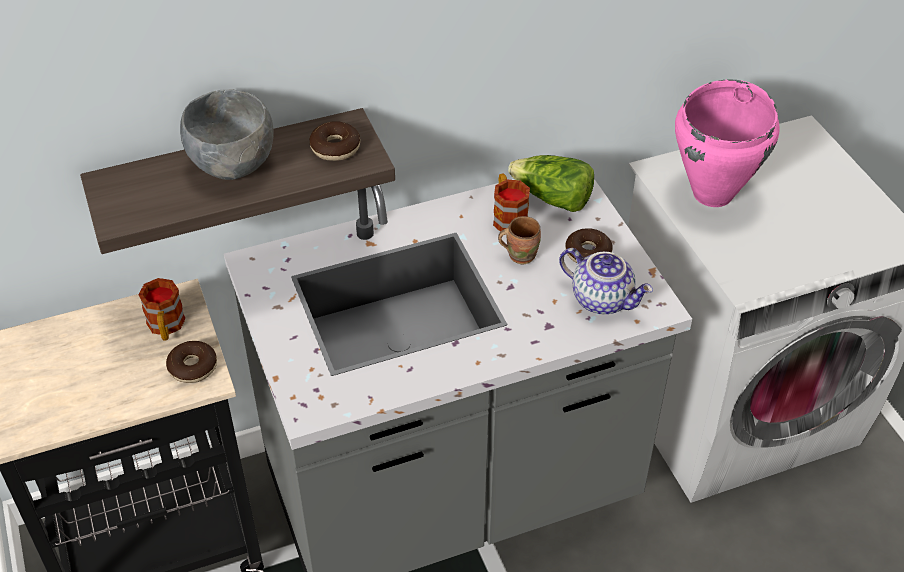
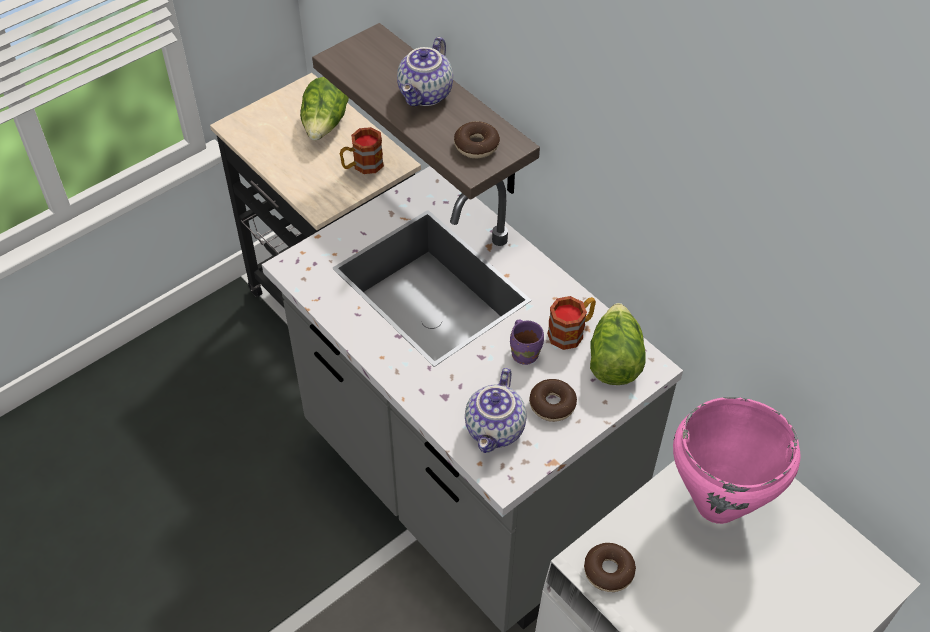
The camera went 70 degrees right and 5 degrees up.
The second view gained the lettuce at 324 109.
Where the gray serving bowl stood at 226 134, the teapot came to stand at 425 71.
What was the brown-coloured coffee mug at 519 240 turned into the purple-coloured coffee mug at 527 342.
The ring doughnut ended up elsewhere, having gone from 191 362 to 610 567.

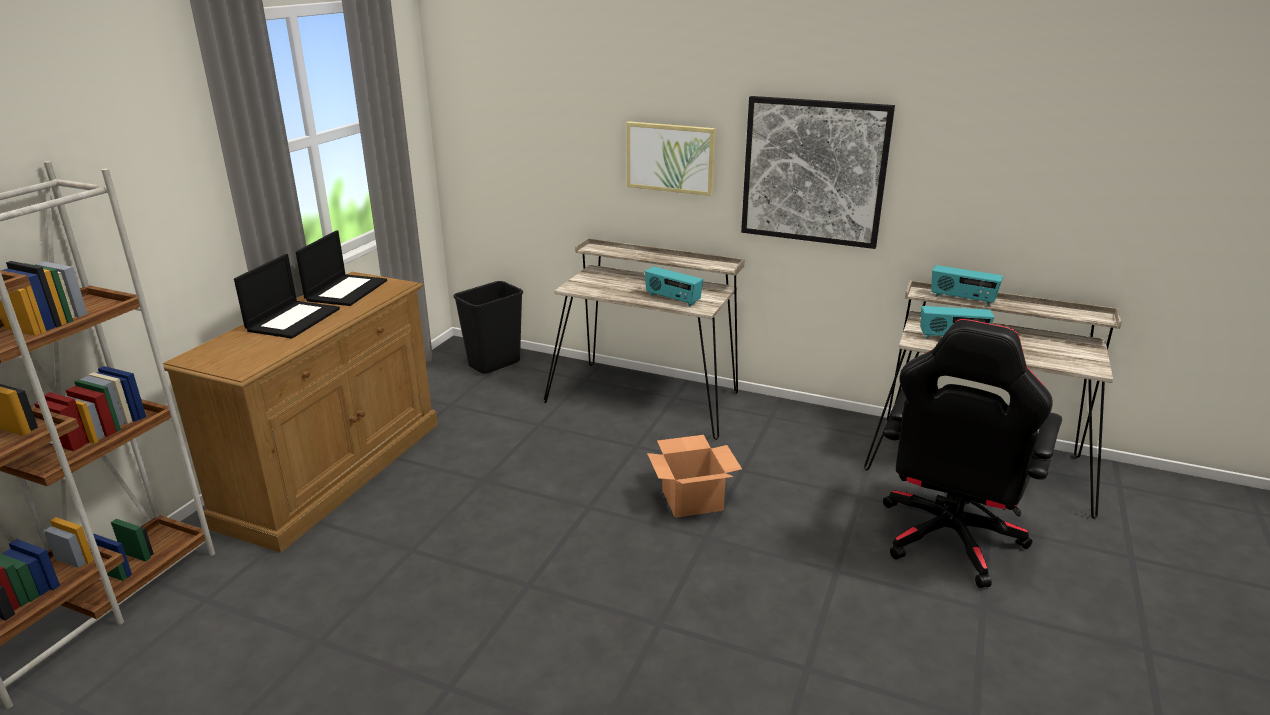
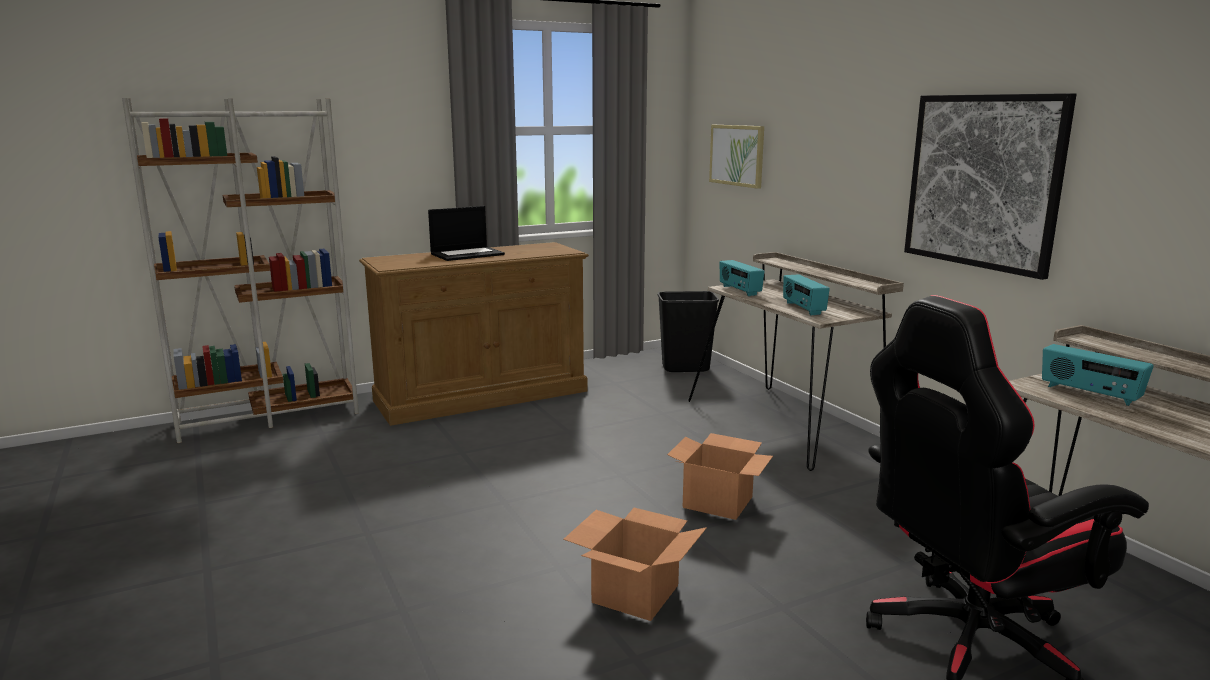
The camera went 40 degrees right and 10 degrees down.
The second view gained the cardboard box at 635 564.
The wall art ended up elsewhere, having gone from 671 158 to 736 157.
The radio set ended up elsewhere, having gone from 967 285 to 742 278.
The second view lost the notebook computer at 341 268.

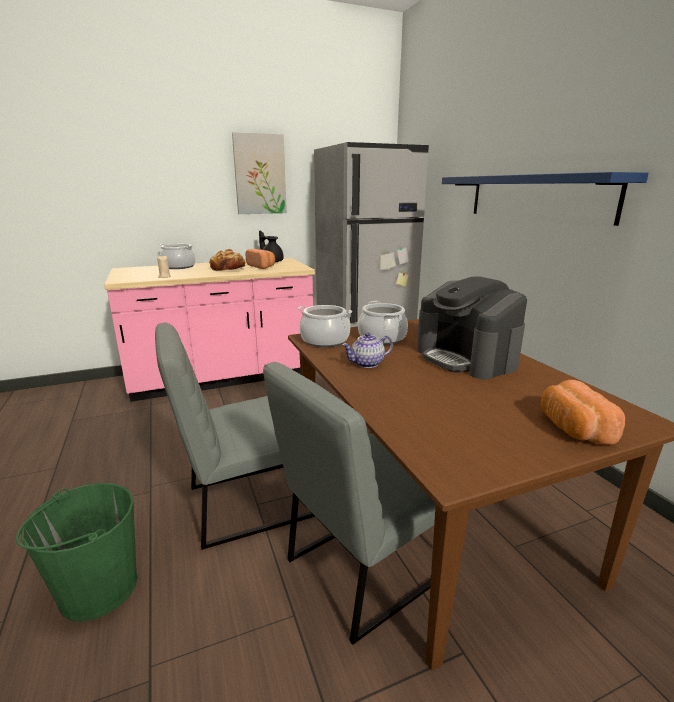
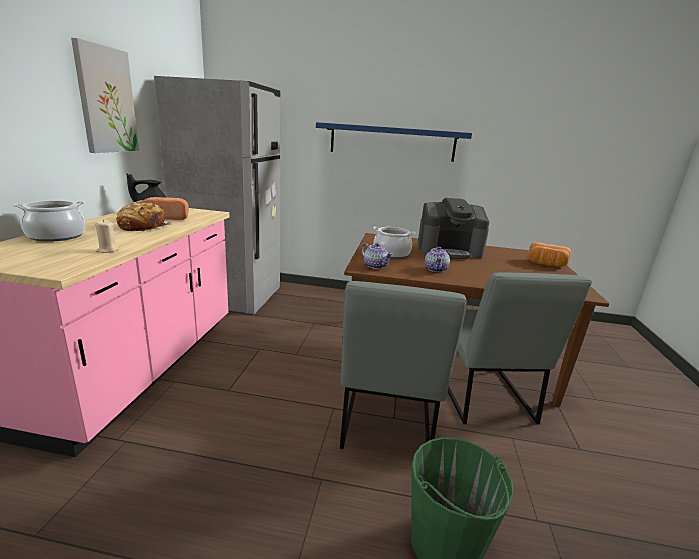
The camera went 60 degrees left and 0 degrees up.
Where the saucepot stood at 325 326, the teapot came to stand at 377 256.

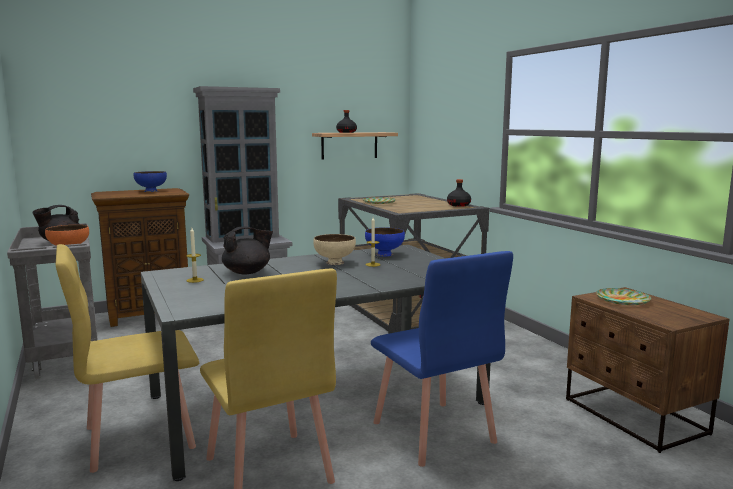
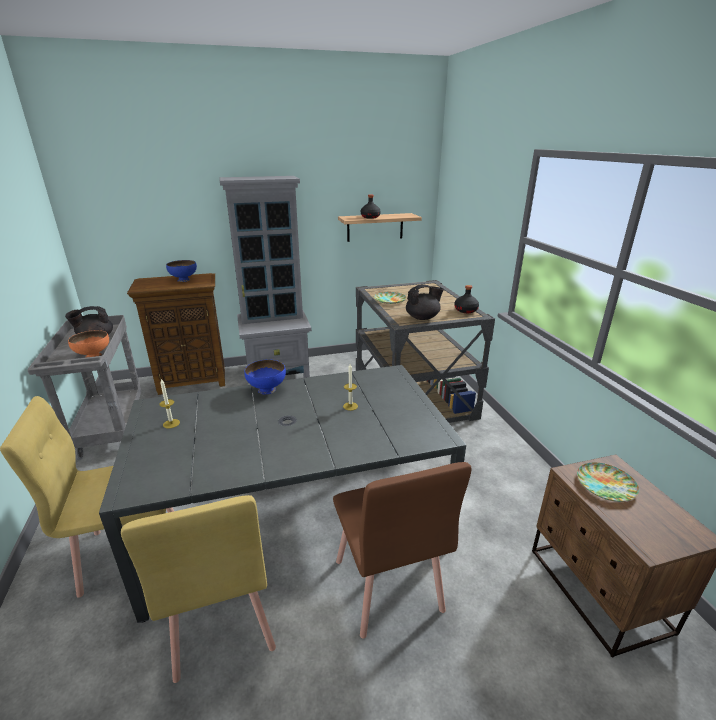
The camera went 10 degrees right and 15 degrees up.
The blue serving bowl ended up elsewhere, having gone from 385 242 to 265 377.
What was the blue chair at 442 359 turned into the brown-coloured chair at 402 550.
The black-coloured teapot ended up elsewhere, having gone from 247 250 to 425 302.
The second view lost the beige-coloured serving bowl at 334 249.

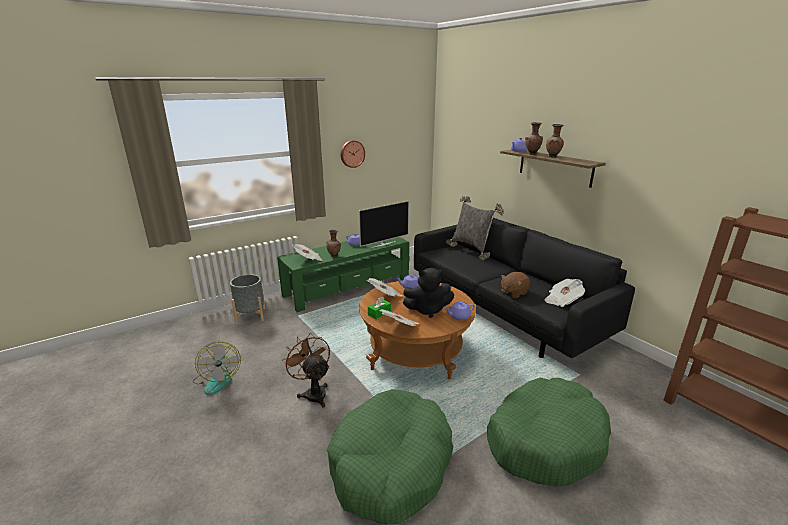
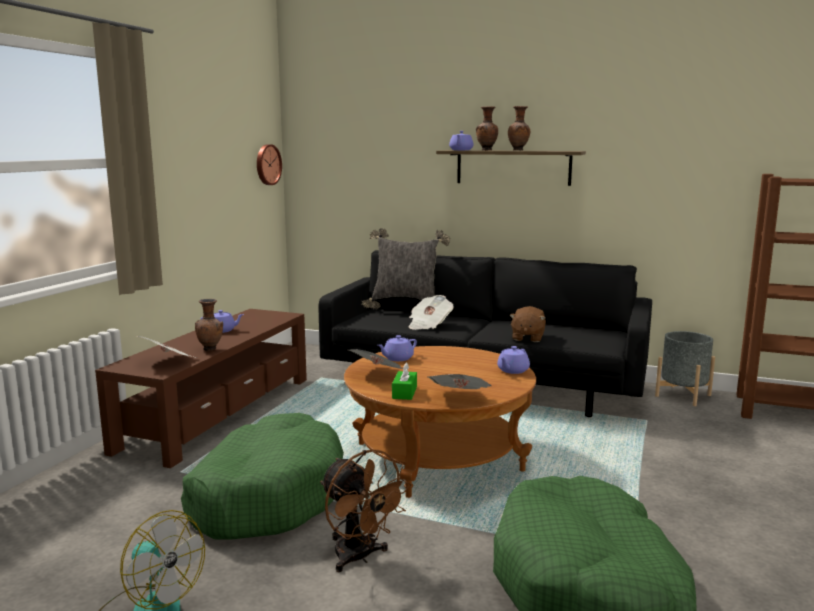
The camera went 35 degrees left and 10 degrees down.
What was the greenish tv stand at 343 274 turned into the brown-coloured tv stand at 201 388.
The greenish dog cushion ended up elsewhere, having gone from 549 432 to 262 476.
The wall clock ended up elsewhere, having gone from 353 154 to 269 164.
The brown-coloured cooling fan at 306 370 ended up facing another way, 150 degrees counterclockwise from before.
The printed paper ended up elsewhere, having gone from 564 293 to 431 312.
The gray flower pot ended up elsewhere, having gone from 247 299 to 685 368.
The second view lost the TV set at 384 224.
The second view lost the black-coloured plush toy at 428 293.

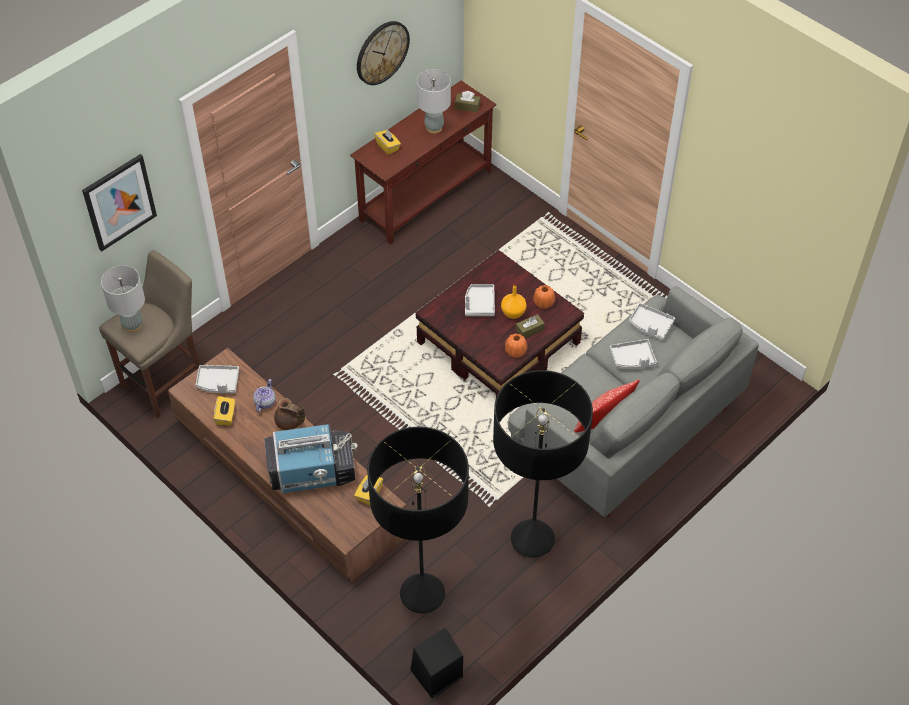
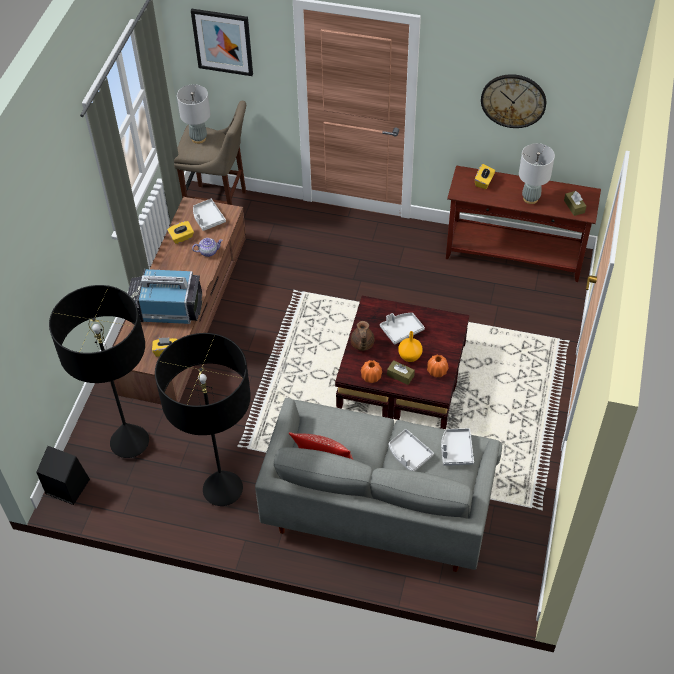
The camera went 60 degrees right and 0 degrees up.
The TV set at 311 458 ended up facing another way, 135 degrees clockwise from before.
The brown-coloured teapot ended up elsewhere, having gone from 289 414 to 362 336.

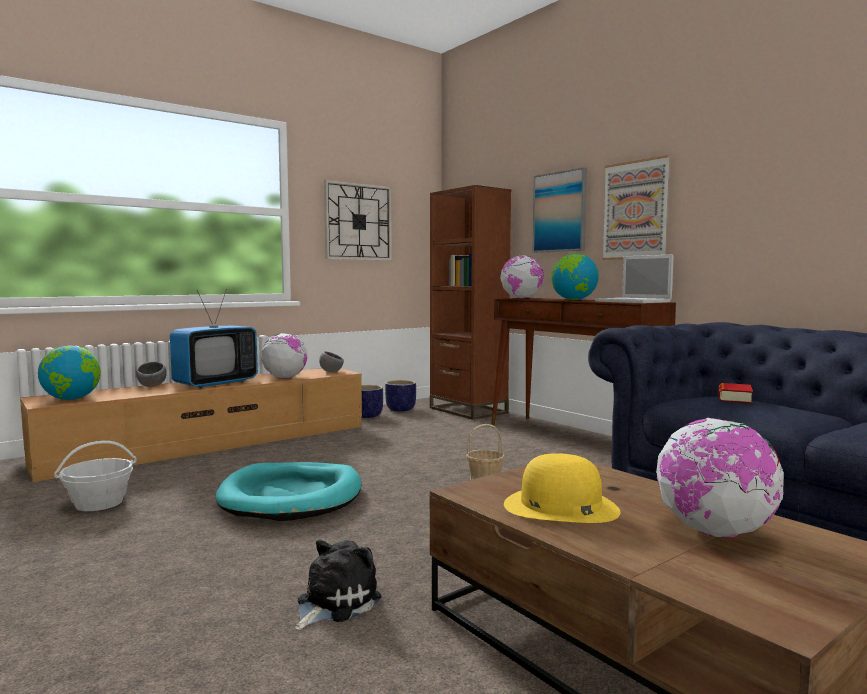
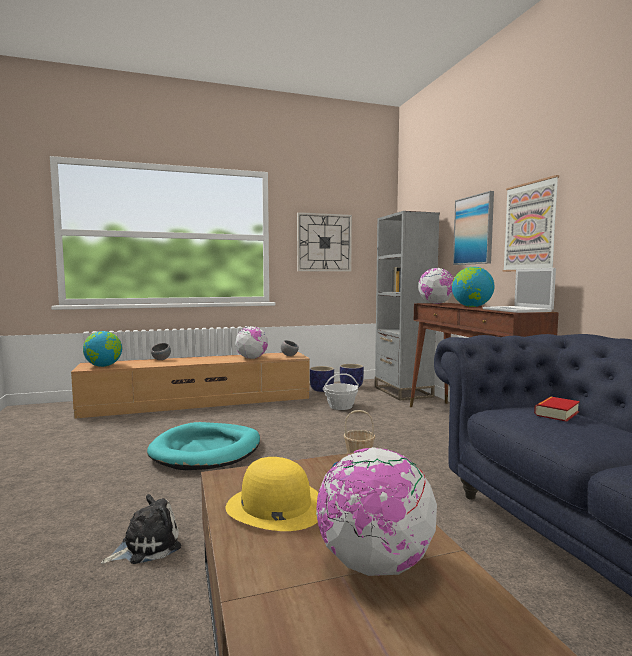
The camera went 20 degrees right and 0 degrees up.
The basket ended up elsewhere, having gone from 95 476 to 341 391.
What was the brown-coloured shelving unit at 470 302 turned into the gray shelving unit at 407 306.
The second view lost the TV set at 214 338.

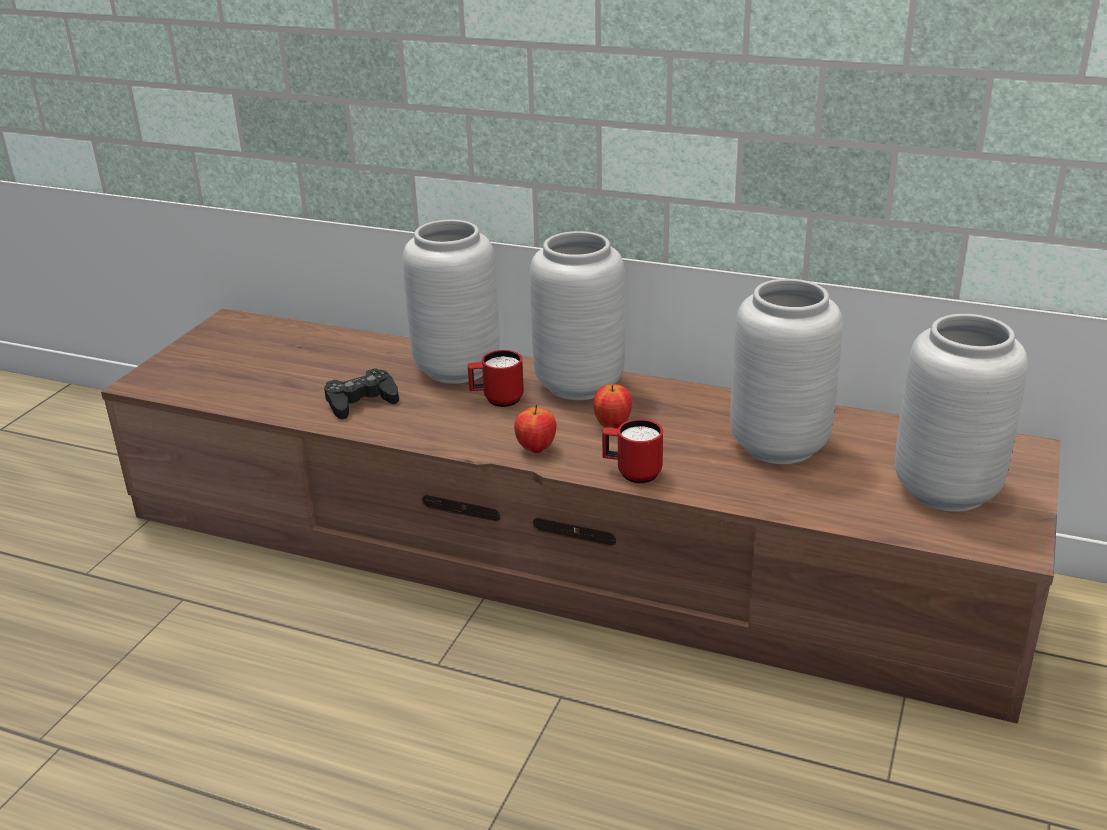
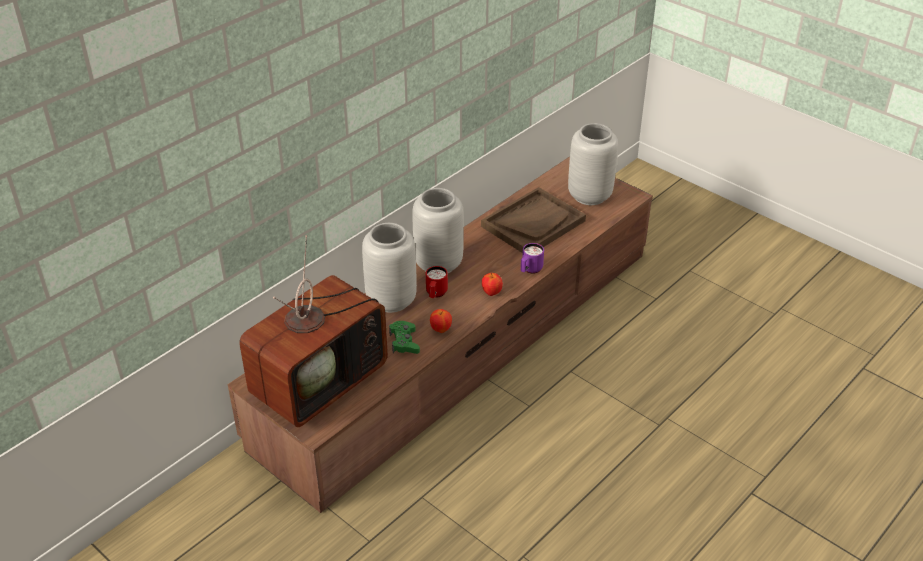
The camera went 70 degrees left and 10 degrees up.
The second view gained the TV set at 313 331.
What was the black-coloured gamepad at 361 393 turned into the greenish gamepad at 404 337.
The apple ended up elsewhere, having gone from 612 406 to 441 321.
Where the gray flower vase stood at 786 371, the brown-coloured carrying tray came to stand at 533 220.
What was the red coffee mug at 632 451 turned into the purple-coloured coffee mug at 532 258.

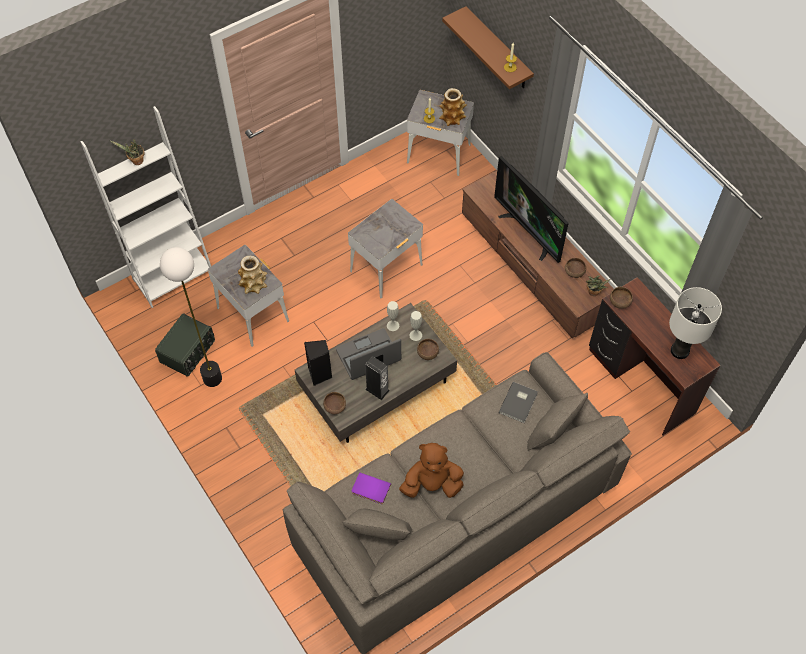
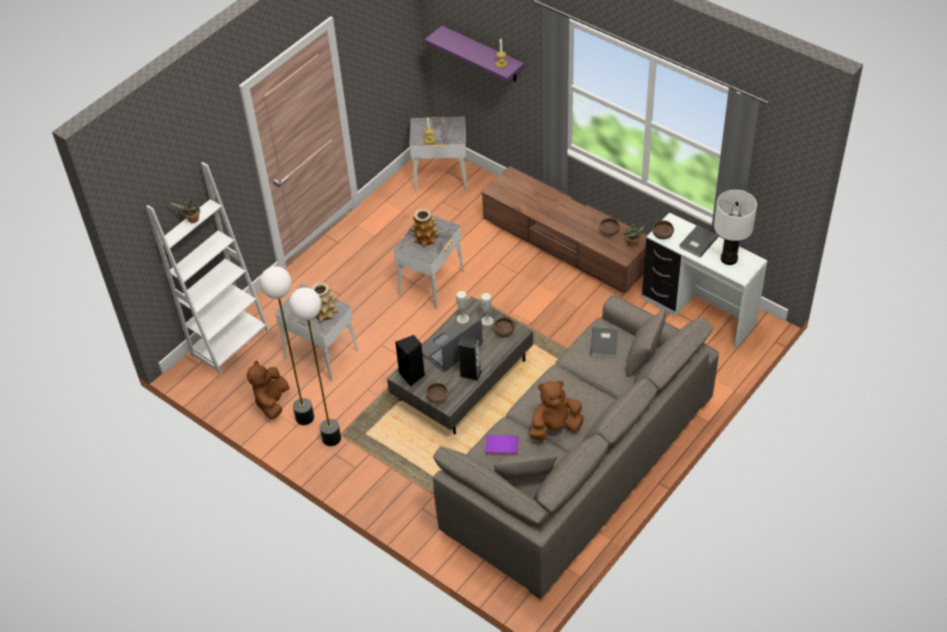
The camera went 15 degrees left and 10 degrees down.
Where the radio set stood at 185 345, the brown-coloured plush toy came to stand at 268 389.
The second view gained the standing lamp at 315 366.
The flower vase ended up elsewhere, having gone from 453 107 to 425 228.
What was the brown-coloured shelf at 488 47 turned into the purple-coloured shelf at 474 54.
What was the brown-coloured desk table at 654 356 turned into the white-coloured desk table at 705 281.
The second view gained the gray book at 698 242.
The second view lost the TV set at 531 209.

